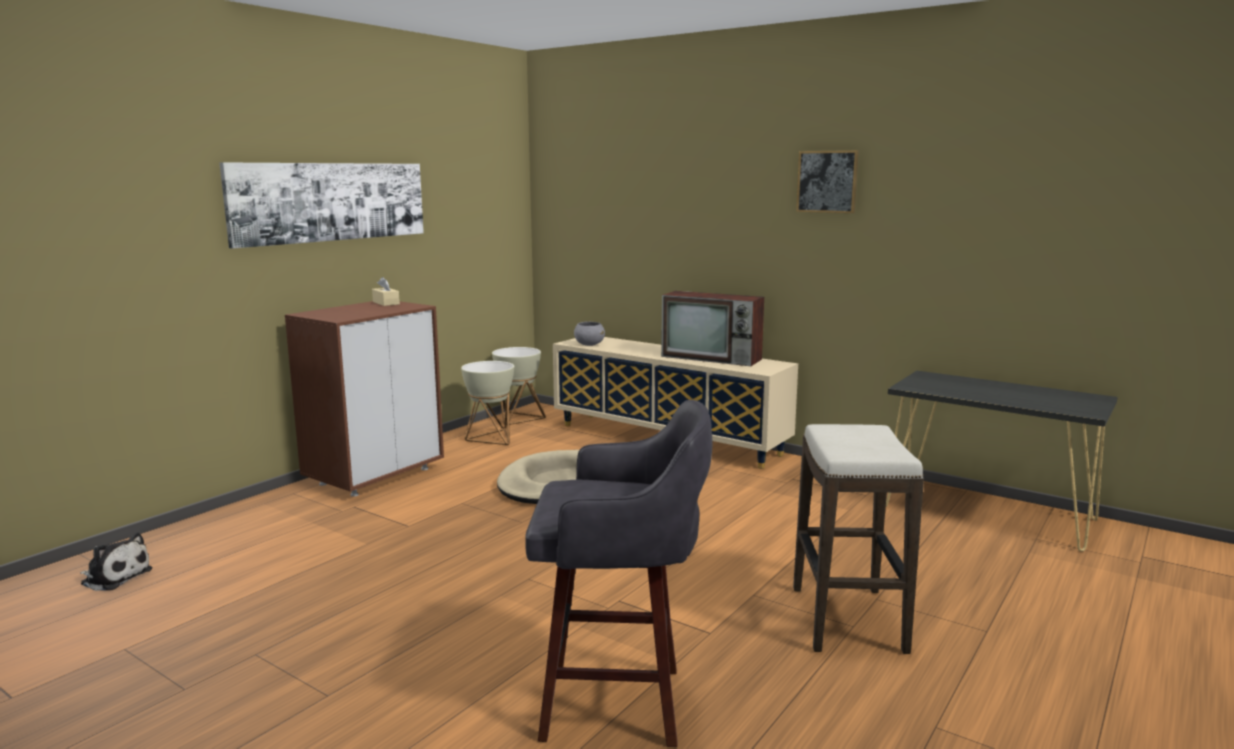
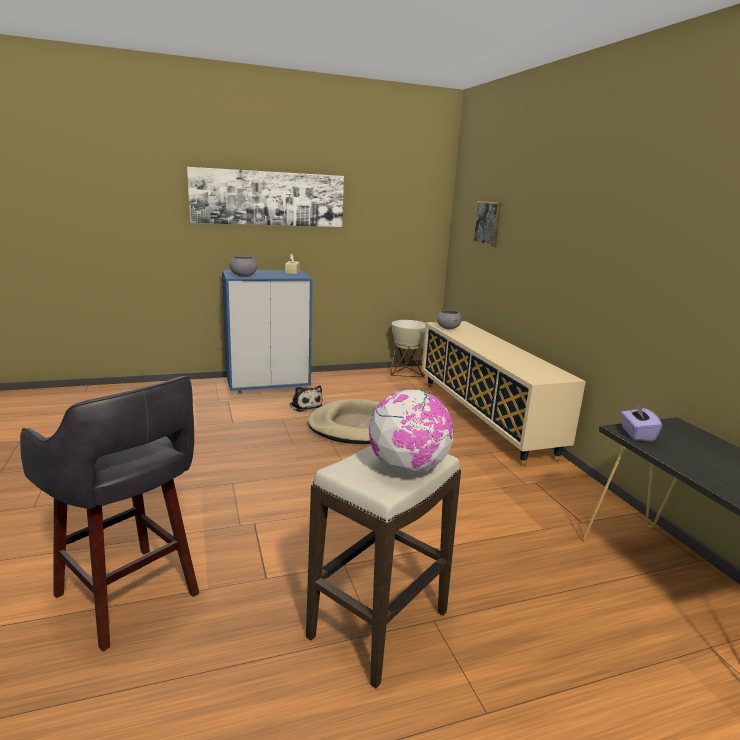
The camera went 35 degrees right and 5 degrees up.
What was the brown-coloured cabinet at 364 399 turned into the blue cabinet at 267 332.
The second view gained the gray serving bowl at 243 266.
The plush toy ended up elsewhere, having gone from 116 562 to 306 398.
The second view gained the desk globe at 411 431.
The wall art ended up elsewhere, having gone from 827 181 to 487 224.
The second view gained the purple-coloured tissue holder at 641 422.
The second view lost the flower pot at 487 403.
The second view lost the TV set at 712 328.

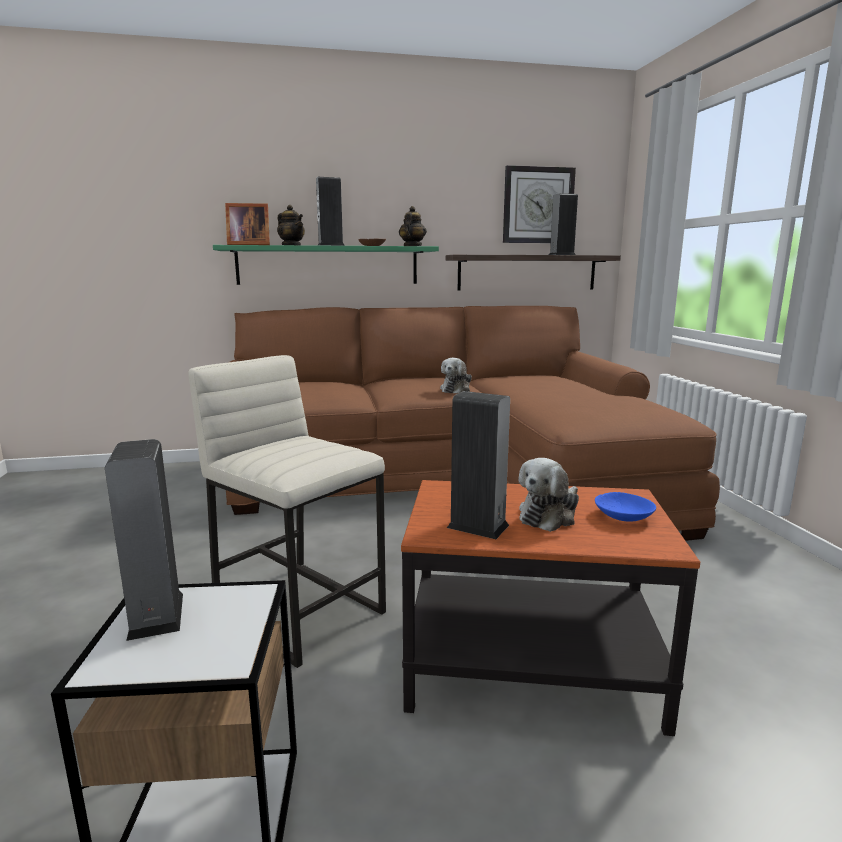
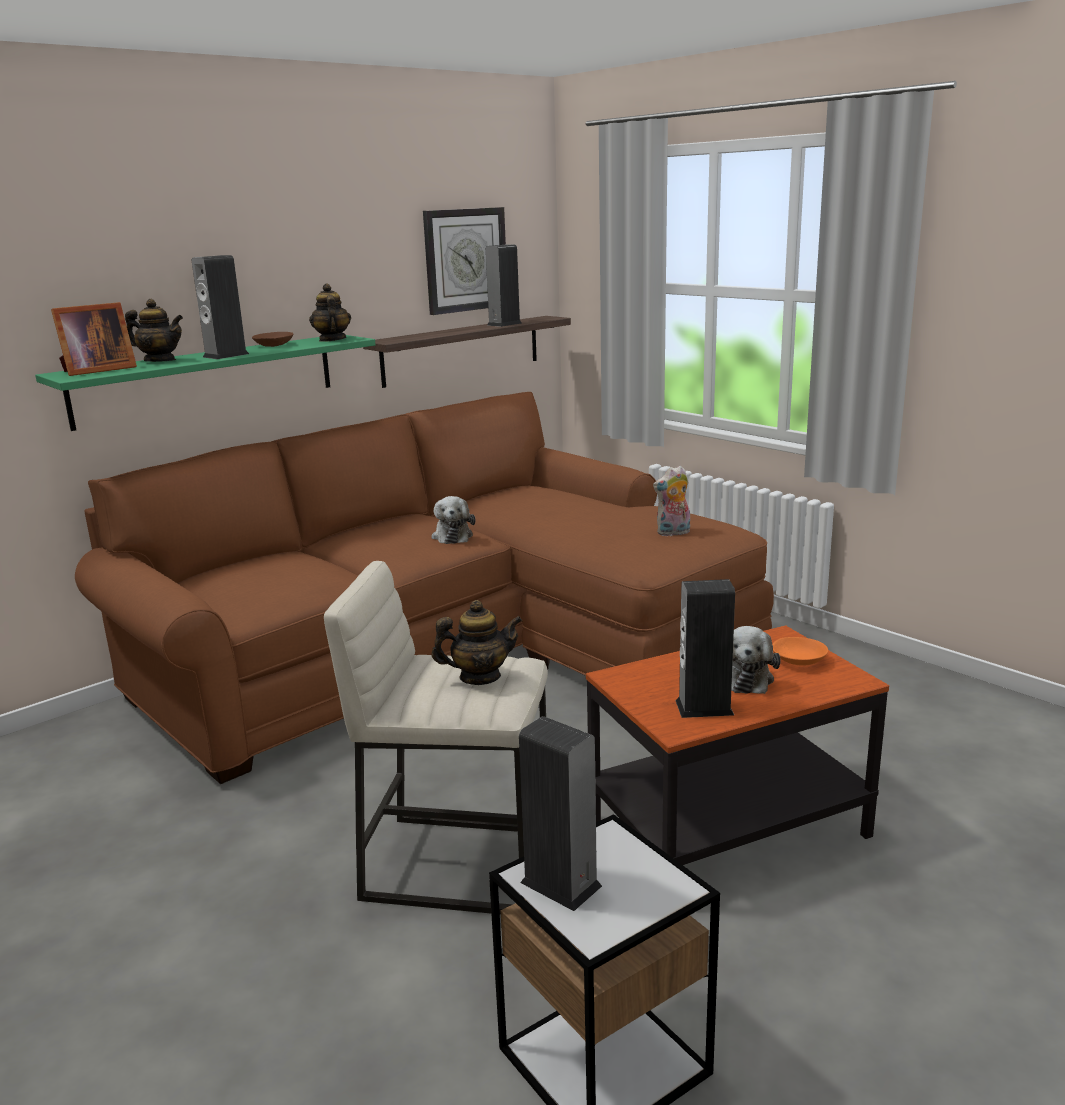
The camera went 30 degrees left and 5 degrees up.
The second view gained the teapot at 477 642.
The second view gained the plush toy at 671 501.
What was the blue serving bowl at 625 507 turned into the orangey serving bowl at 800 651.

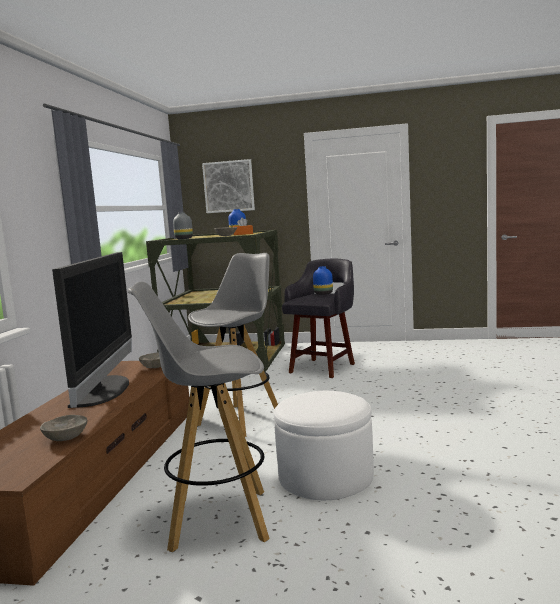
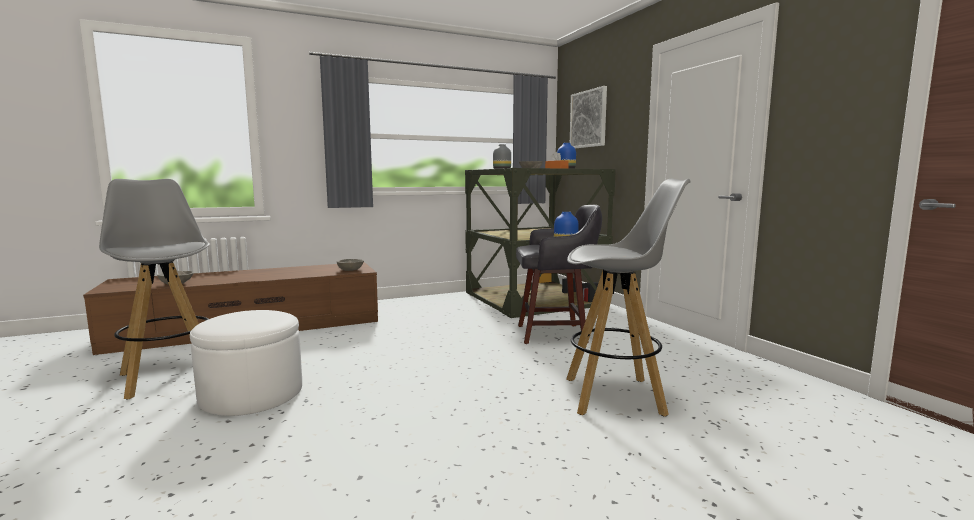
The camera went 55 degrees right and 0 degrees up.
The gray stool seat ended up elsewhere, having gone from 233 345 to 628 297.
The second view lost the TV set at 92 330.

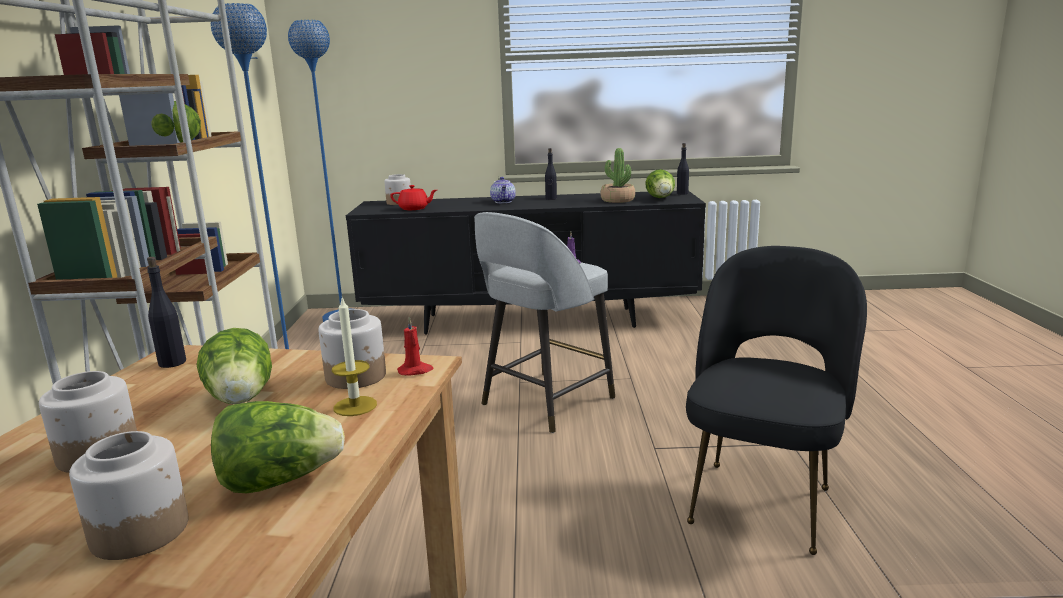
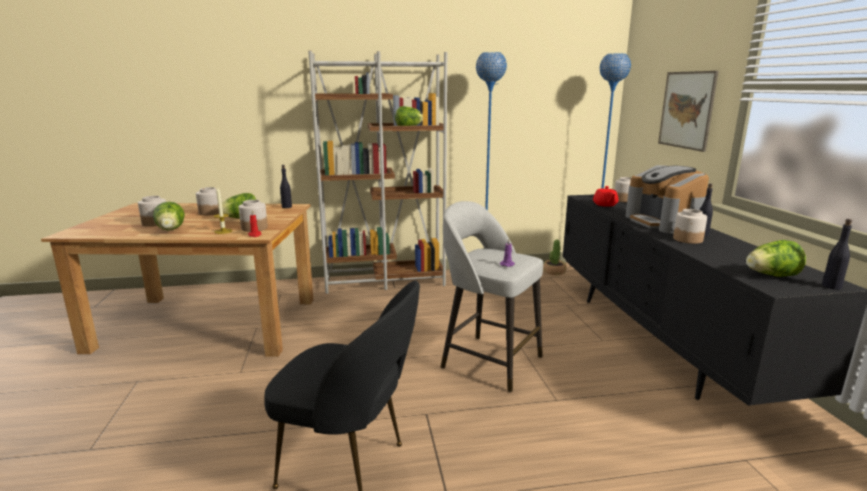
The camera went 80 degrees right and 0 degrees up.
The plant in a pot ended up elsewhere, having gone from 618 175 to 554 257.
Where the teapot stood at 503 190, the coffee brewer came to stand at 667 199.
The second view gained the wall art at 688 111.
The second view gained the storage jar at 690 226.

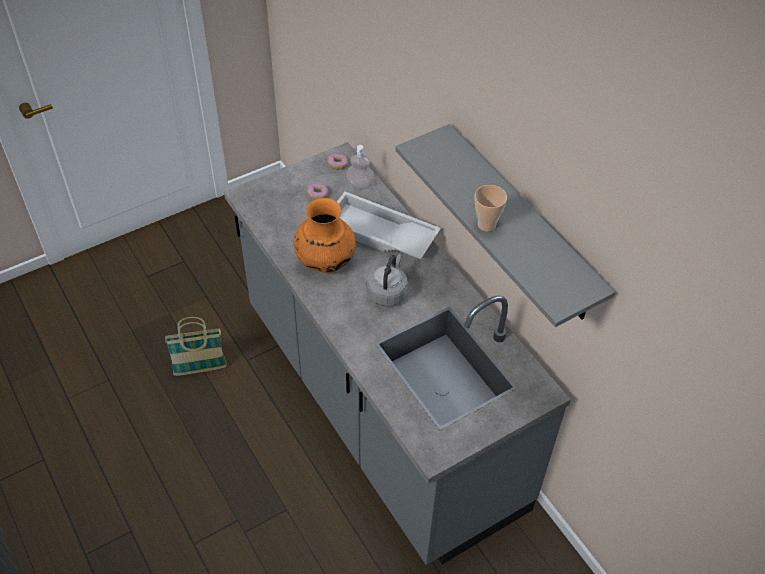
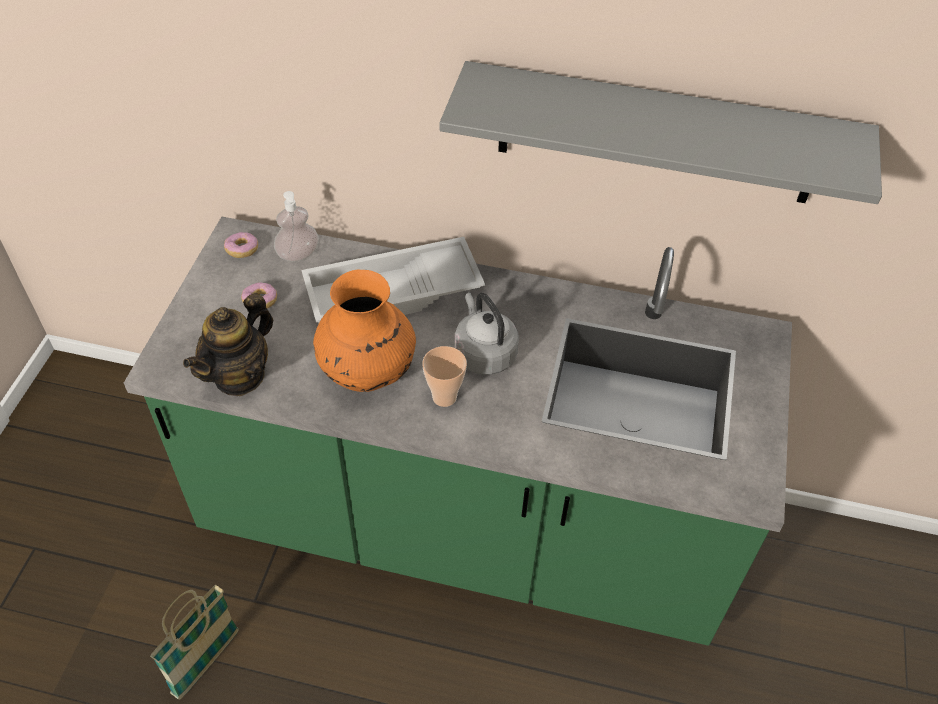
The camera went 45 degrees left and 0 degrees up.
What was the gray counter at 397 353 turned into the greenish counter at 458 431.
The second view gained the teapot at 228 344.
The small cup ended up elsewhere, having gone from 490 208 to 444 376.

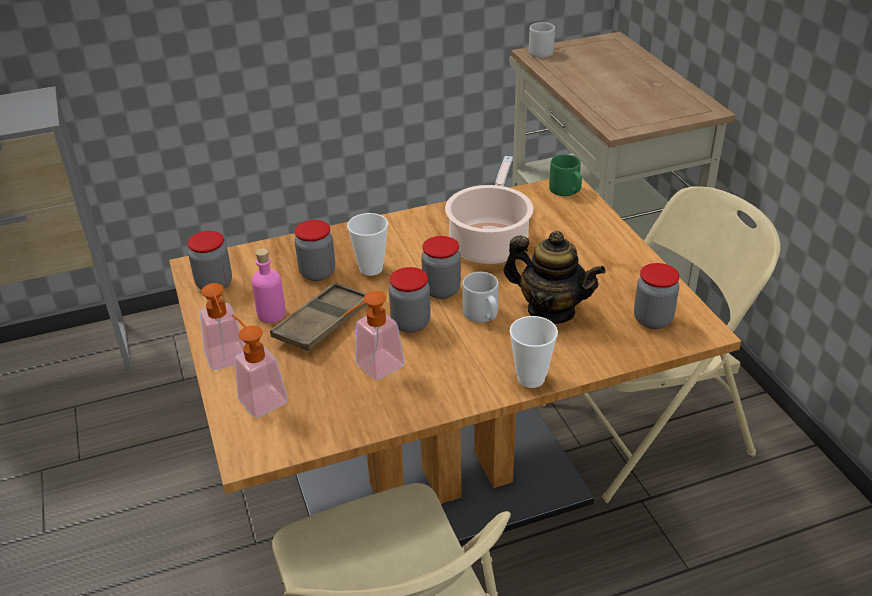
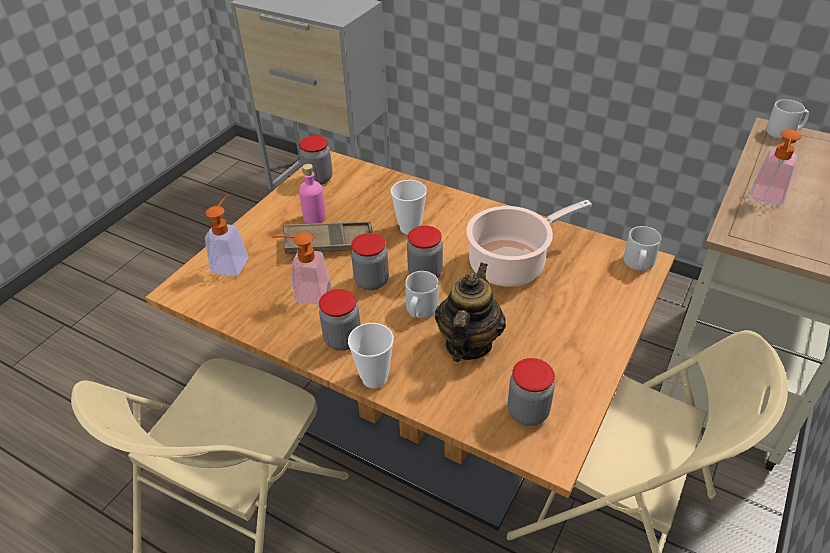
The camera went 50 degrees right and 5 degrees up.
The storage jar ended up elsewhere, having gone from 315 250 to 340 320.
The teapot at 554 277 ended up facing another way, 150 degrees counterclockwise from before.
What was the greenish coffee mug at 565 175 turned into the gray coffee mug at 642 248.
The soap dispenser ended up elsewhere, having gone from 222 326 to 775 167.

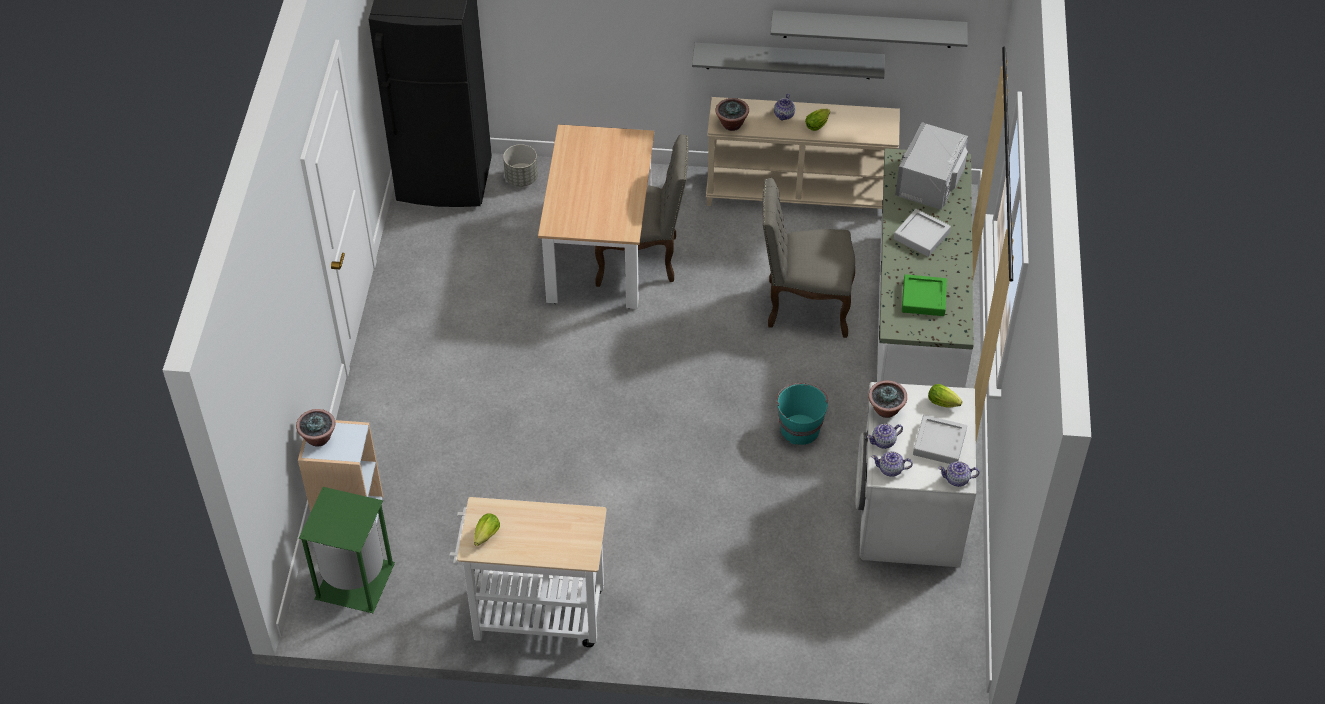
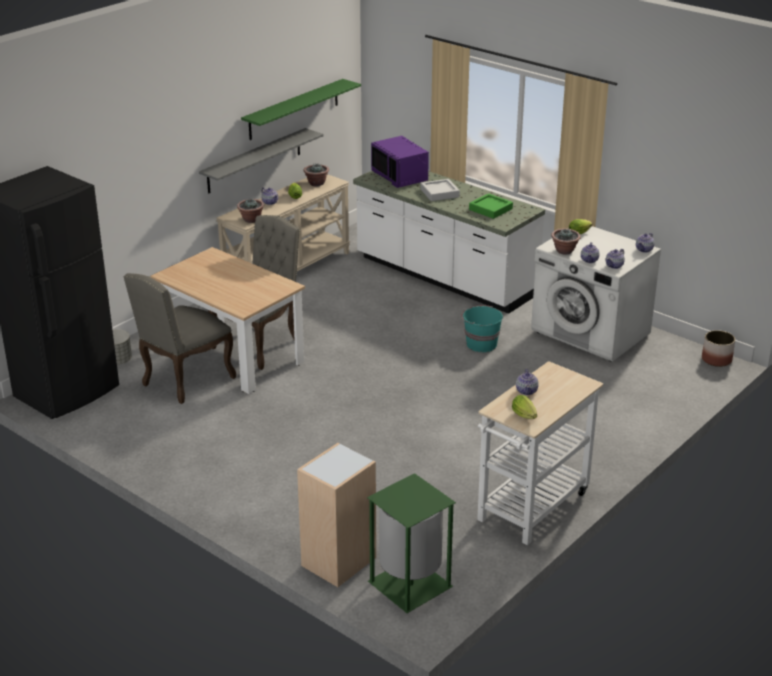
The camera went 55 degrees left and 20 degrees down.
The gray chair ended up elsewhere, having gone from 809 258 to 180 338.
What was the gray shelf at 869 29 turned into the greenish shelf at 301 109.
The plant in a pot ended up elsewhere, having gone from 315 428 to 316 175.
What was the gray kitchen microwave at 931 166 turned into the purple-coloured kitchen microwave at 400 162.
The second view gained the teapot at 527 382.
The second view gained the flower pot at 718 348.
The second view lost the gray carrying tray at 940 439.

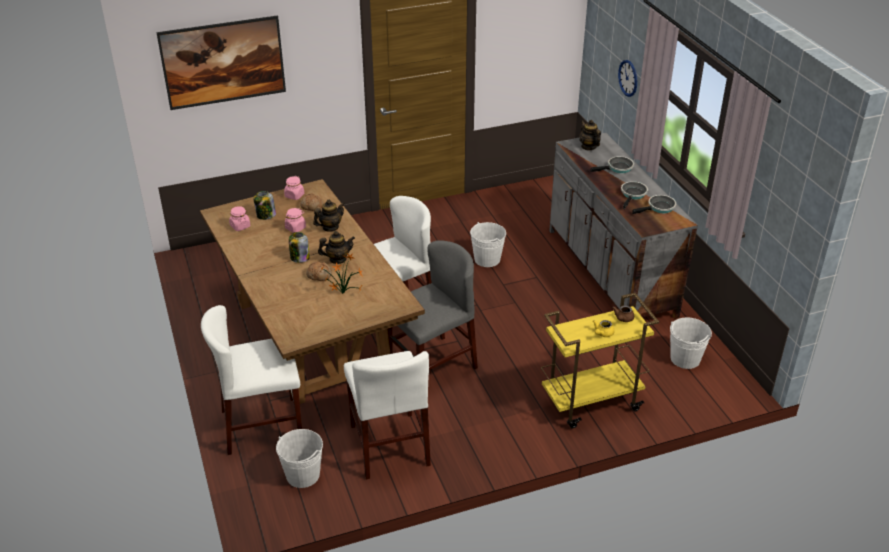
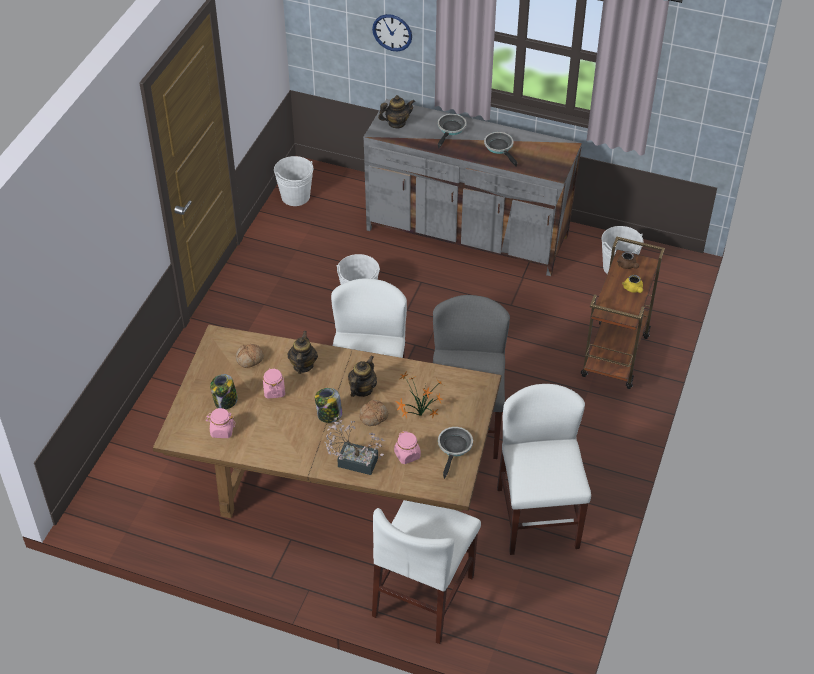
The camera went 50 degrees left and 10 degrees up.
The white-coloured bucket ended up elsewhere, having gone from 299 458 to 294 181.
The second view gained the plant in a pot at 354 445.
The teapot at 590 135 ended up facing another way, 150 degrees clockwise from before.
The pink-coloured storage jar ended up elsewhere, having gone from 294 188 to 407 447.
The frying pan ended up elsewhere, having gone from 654 204 to 455 453.
The white-coloured chair at 387 415 ended up facing another way, 120 degrees counterclockwise from before.
What was the yellow trolley at 600 361 turned into the brown-coloured trolley at 623 312.
The second view lost the wall art at 221 62.

